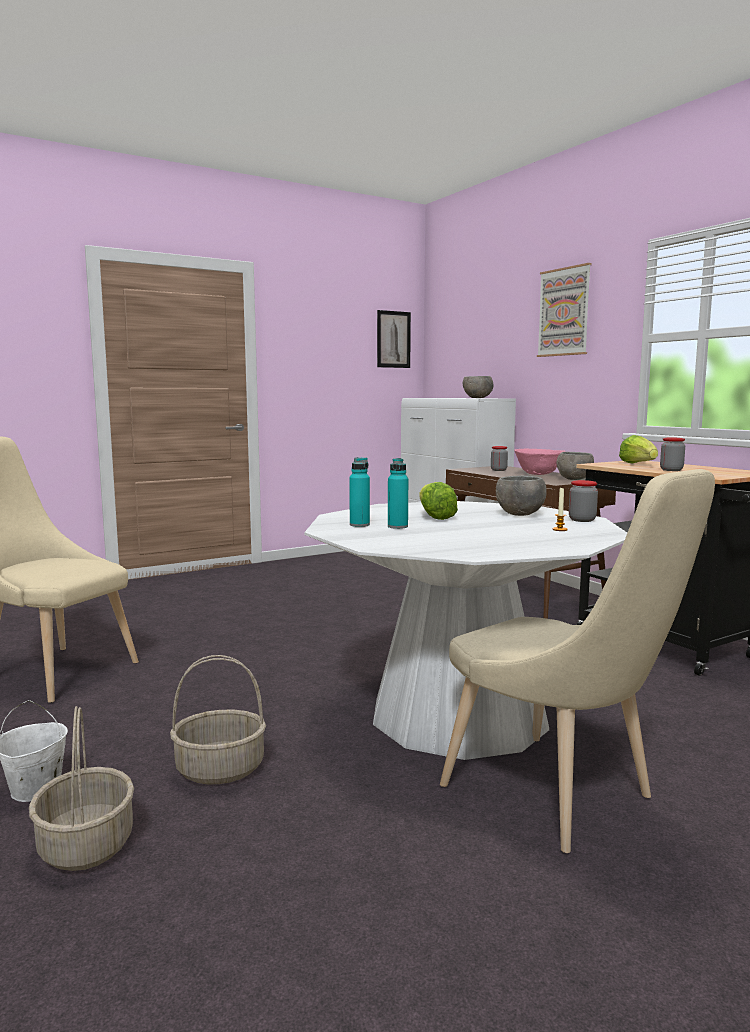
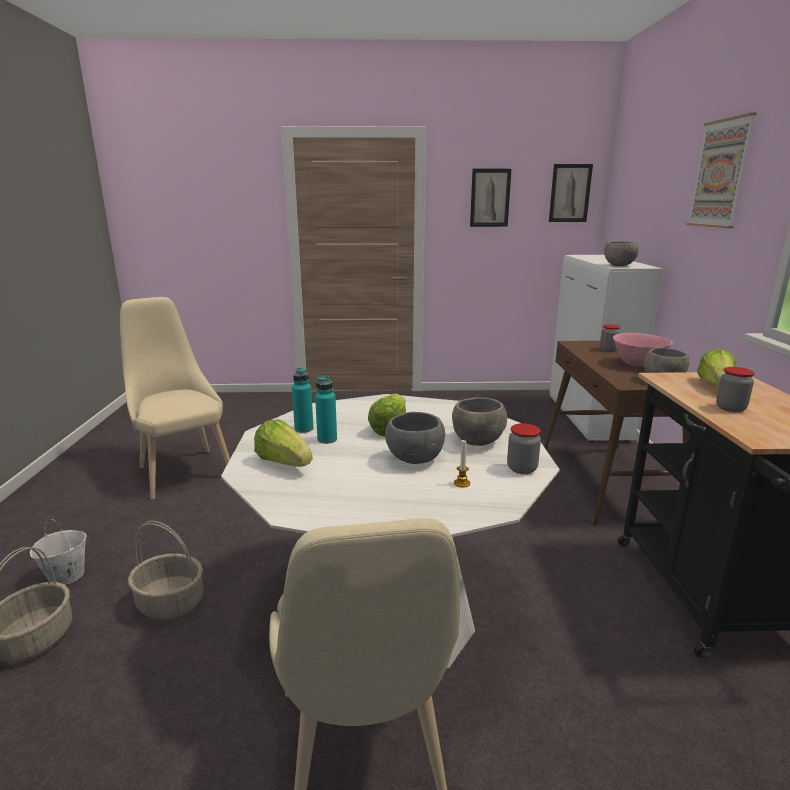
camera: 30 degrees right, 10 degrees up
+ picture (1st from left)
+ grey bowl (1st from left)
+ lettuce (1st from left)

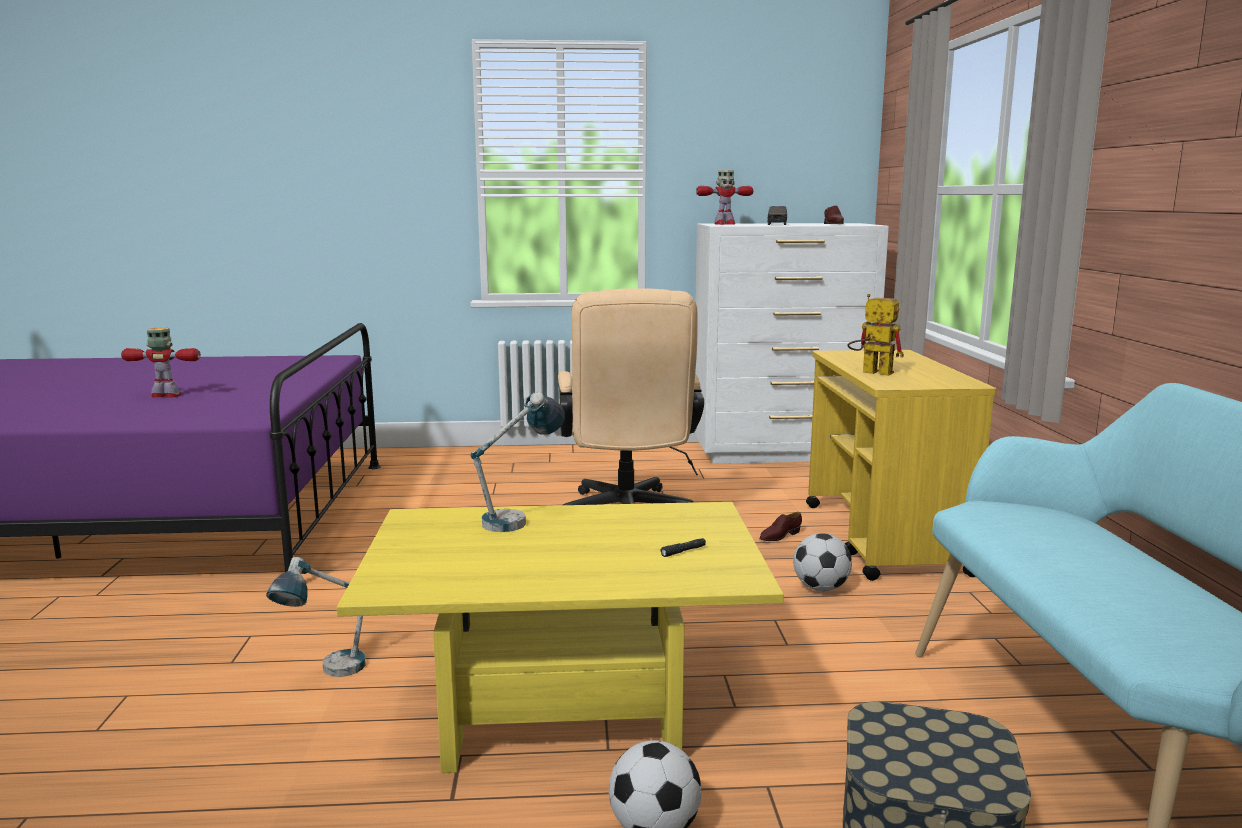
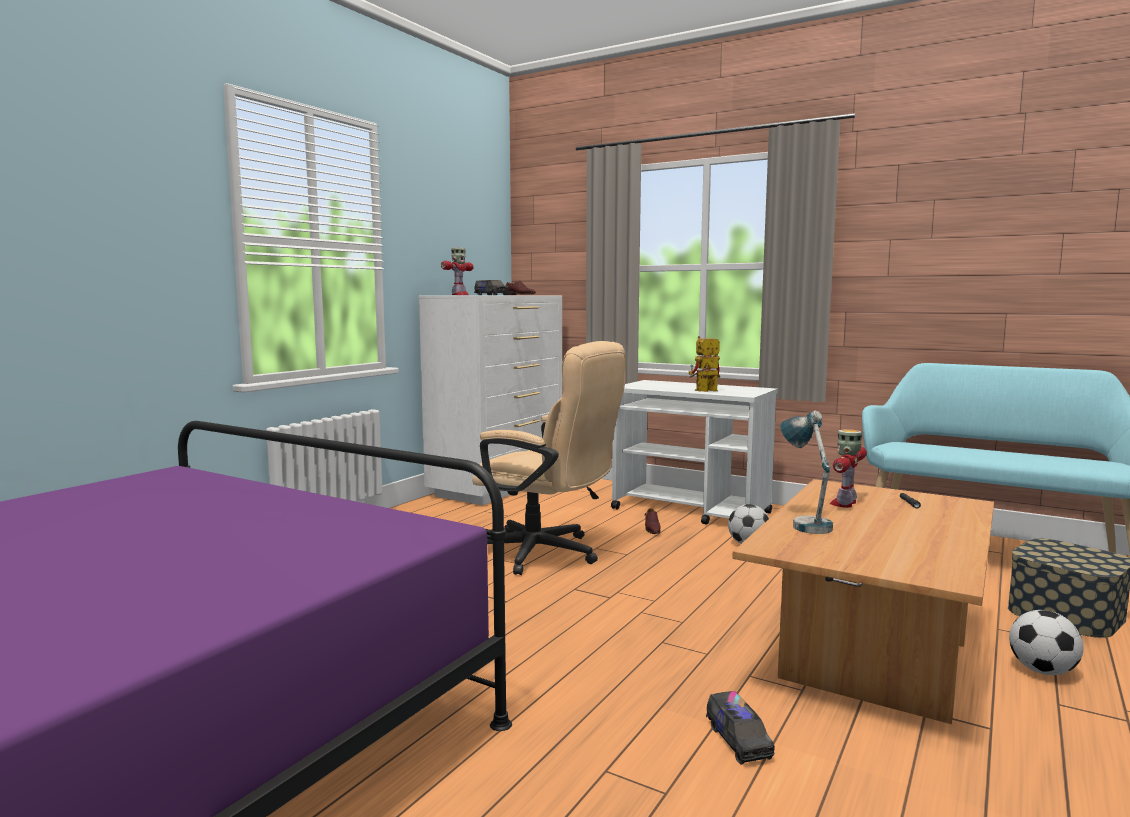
camera: 55 degrees left, 5 degrees down
~ toy robot (1st from left in the first image) to toy robot (3rd from left)
~ yellow cart to white cart
~ yellow coffee table to brown coffee table
~ table lamp (1st from left) to toy truck (2nd from left)

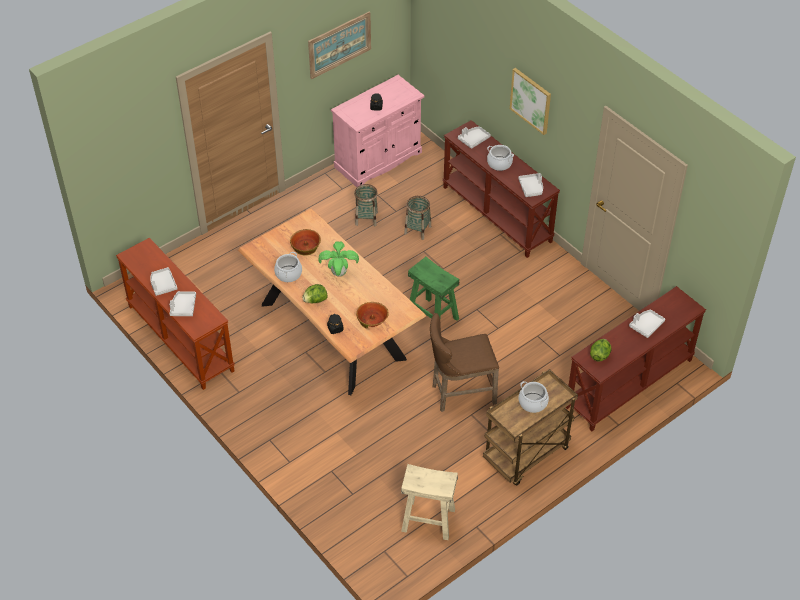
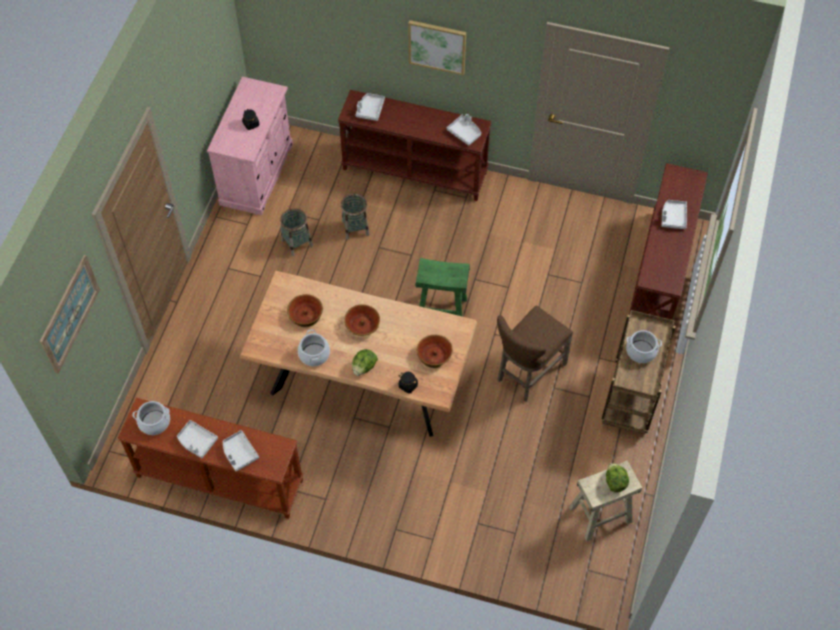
camera: 35 degrees left, 10 degrees up
~ picture (1st from left)
~ cooking pot (2nd from left in the first image) to cooking pot (1st from left)
~ potted plant to bowl (2nd from left)
~ lettuce (2nd from left)

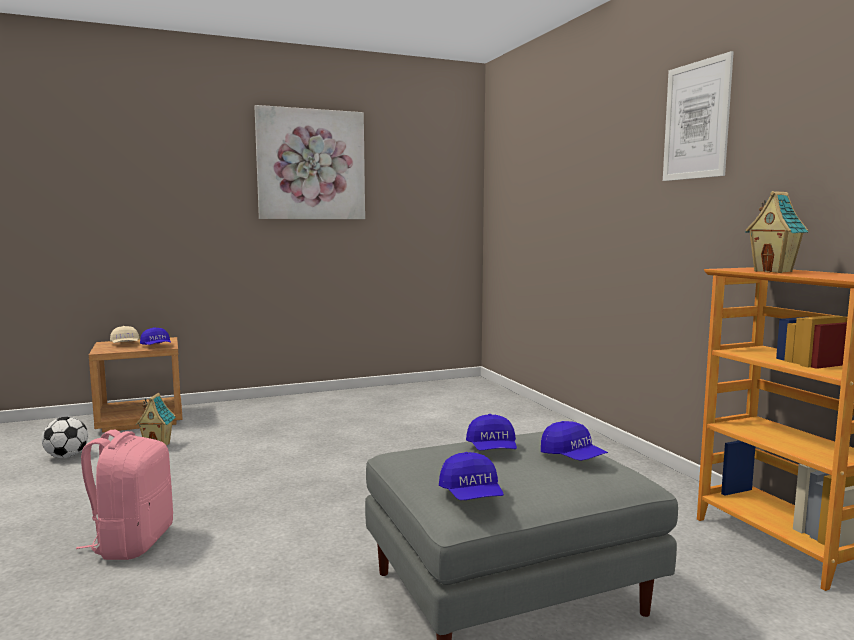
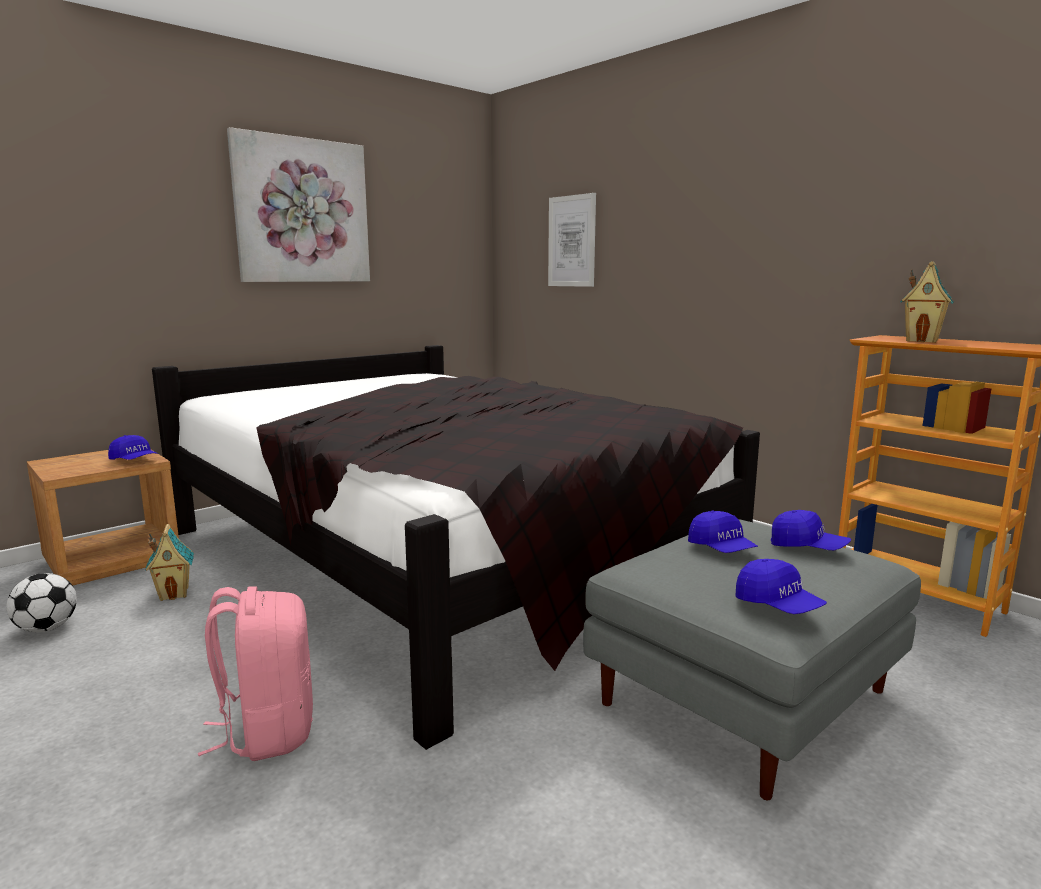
camera: 20 degrees left, 5 degrees up
~ picture (2nd from left)
- beige cap
+ black bed

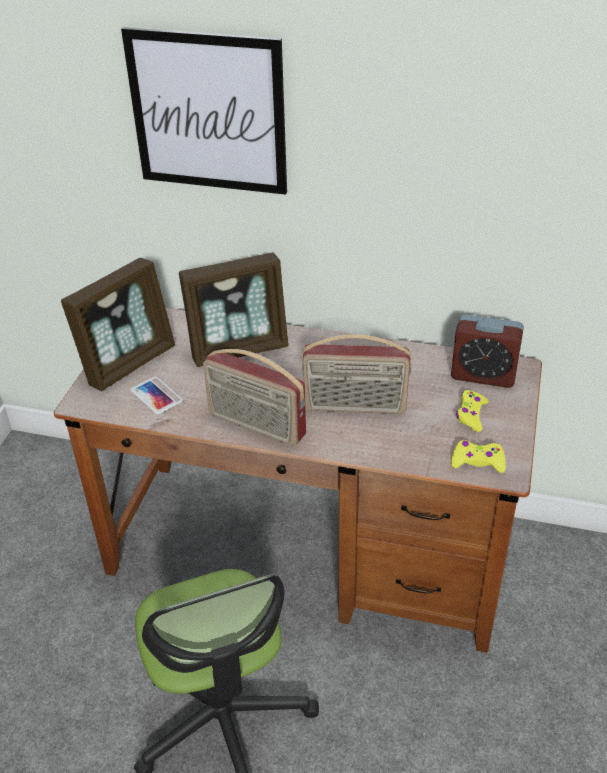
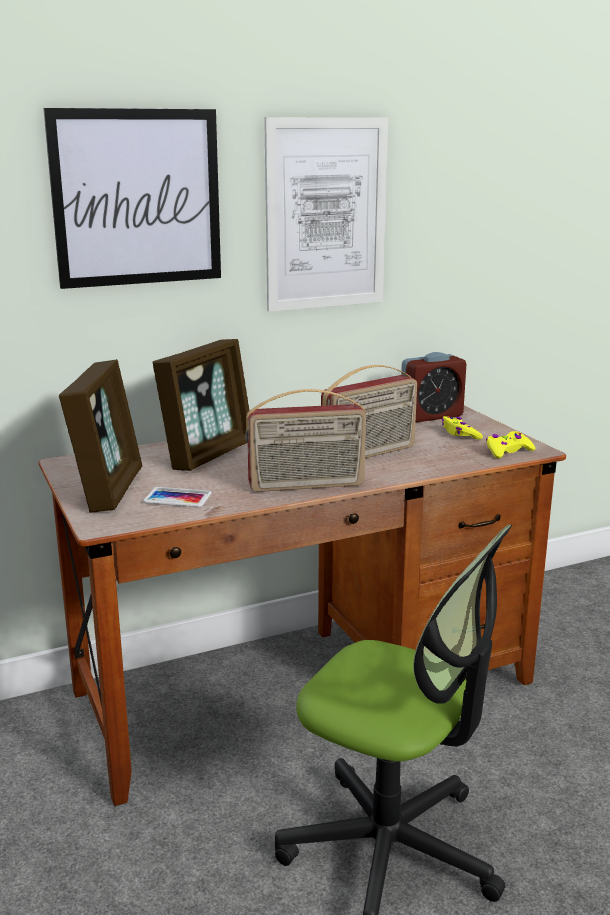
camera: 40 degrees left, 20 degrees down
+ picture (2nd from left)

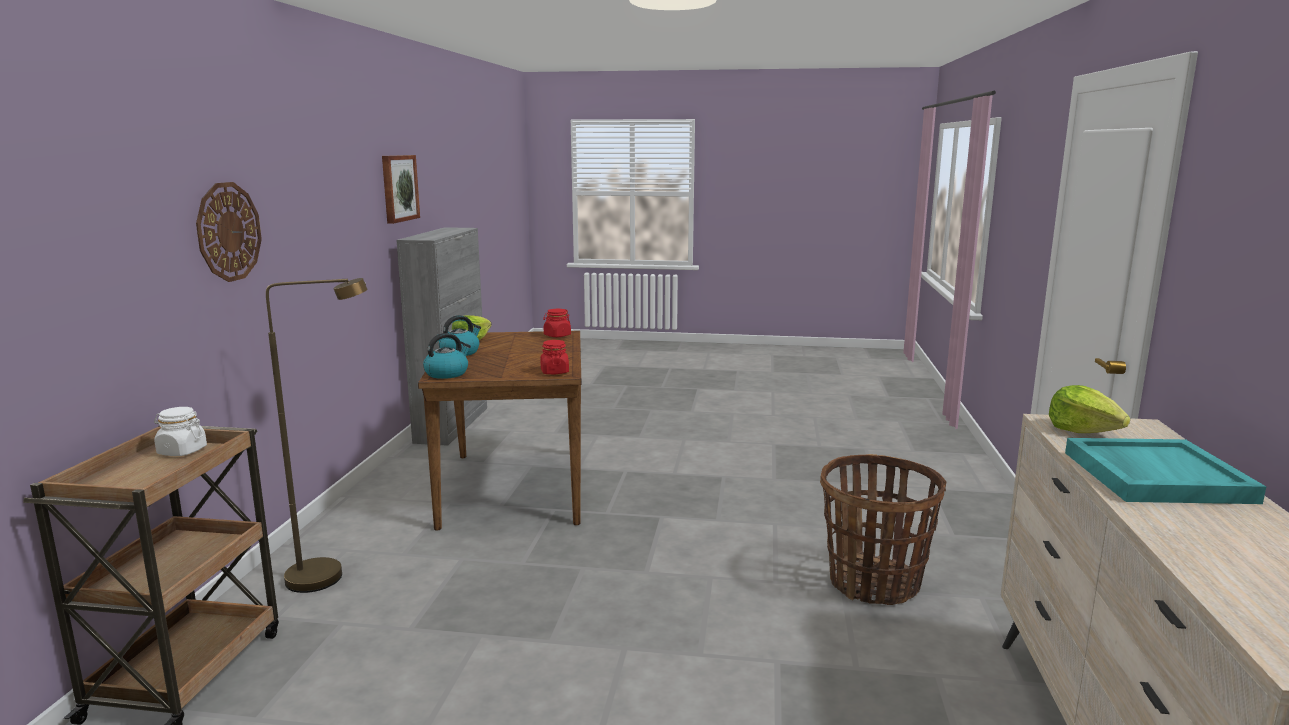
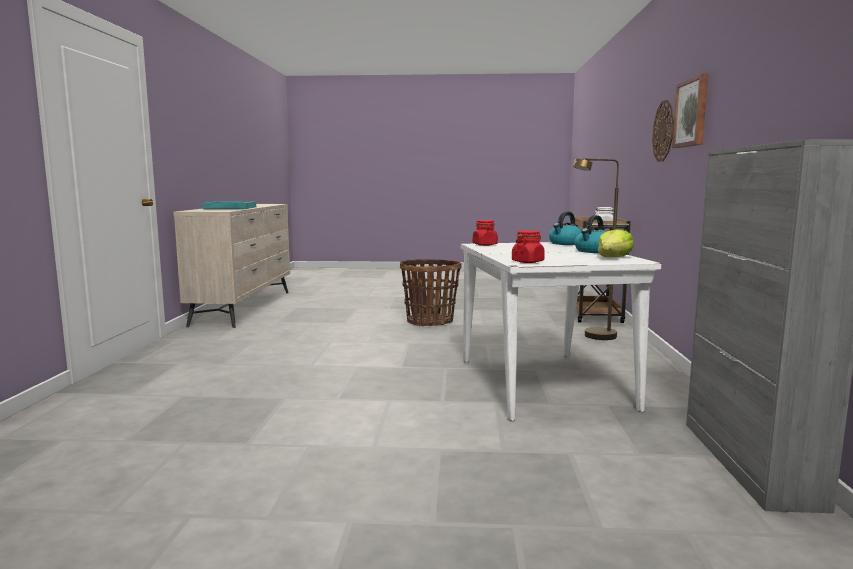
camera: 175 degrees right, 5 degrees down
~ picture
~ brown dining table to white dining table
- lettuce (2nd from left)
~ basket

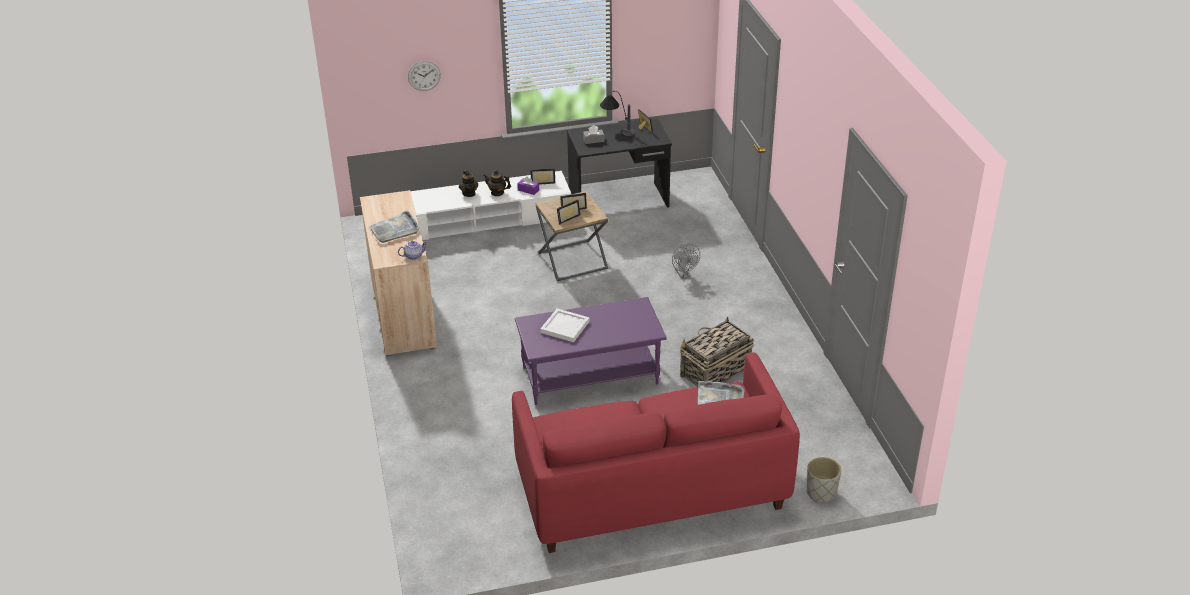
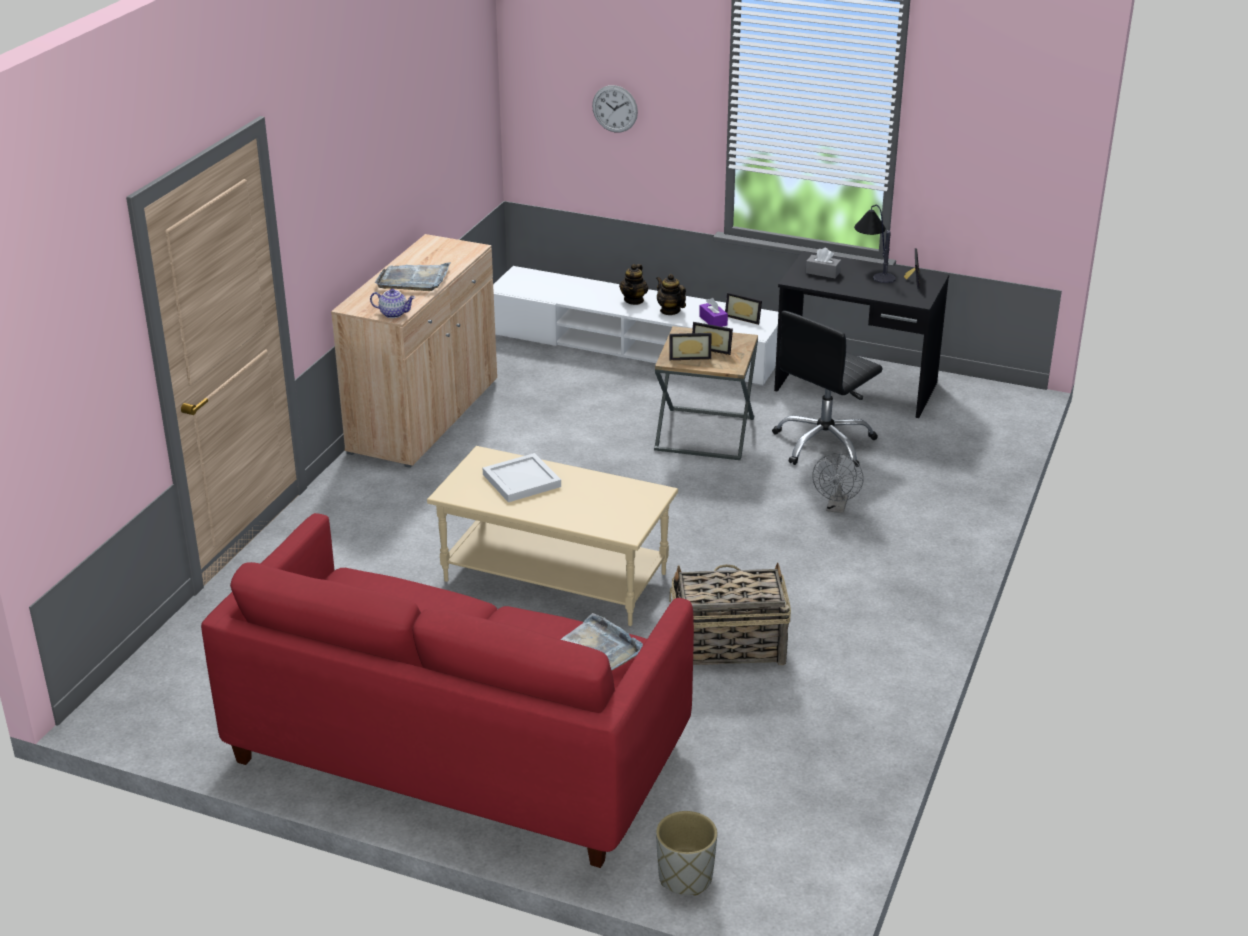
camera: 35 degrees right, 5 degrees down
~ purple coffee table to beige coffee table
+ black office chair

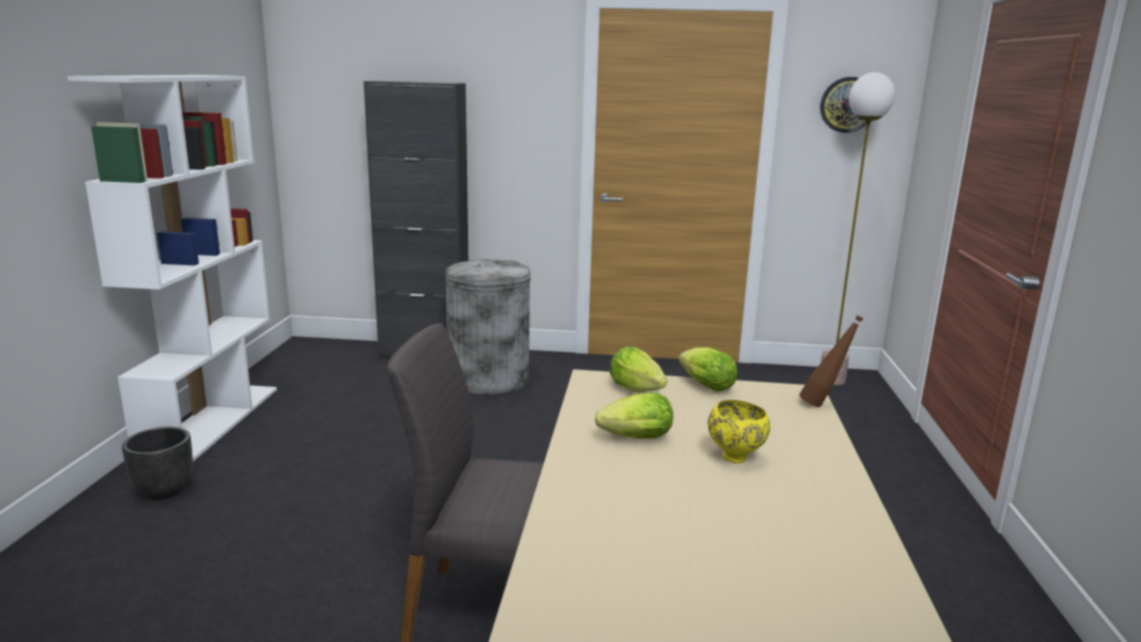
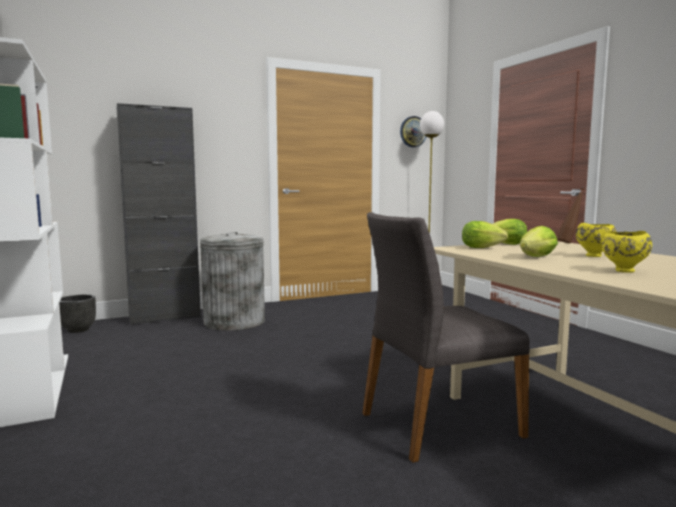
camera: 30 degrees left, 10 degrees down
~ black planter
+ yellow bowl (2nd from left)

